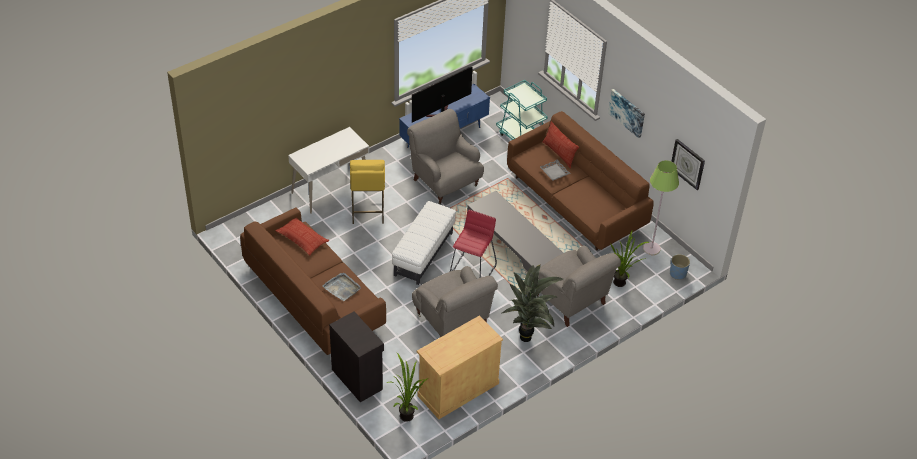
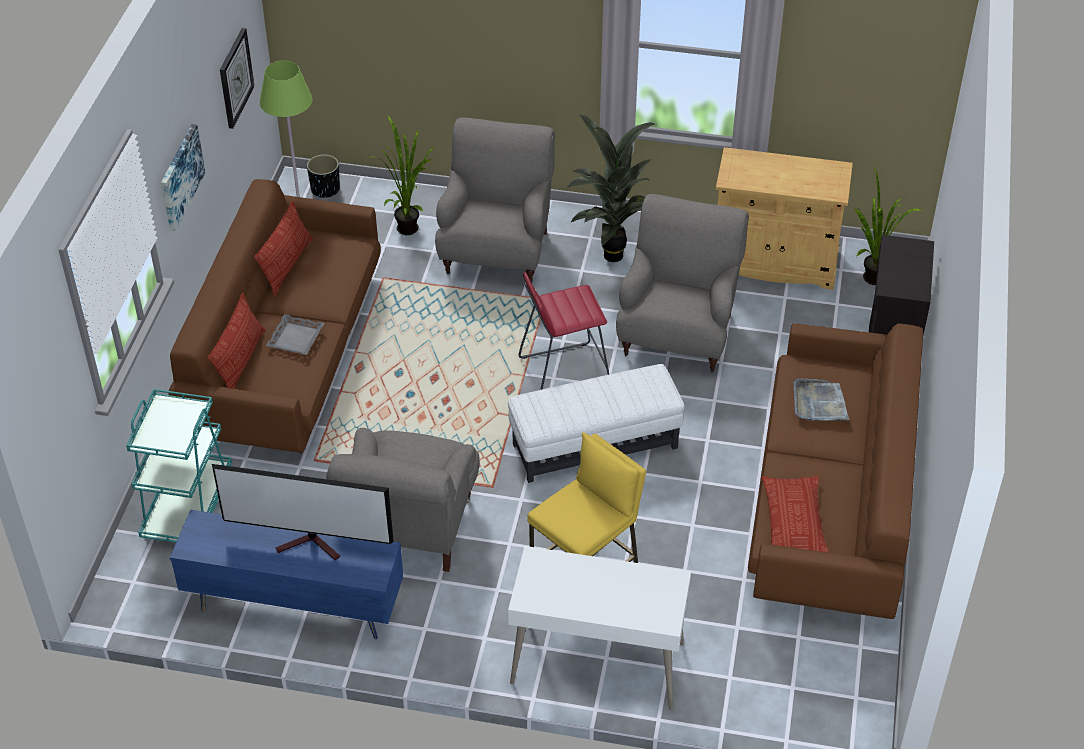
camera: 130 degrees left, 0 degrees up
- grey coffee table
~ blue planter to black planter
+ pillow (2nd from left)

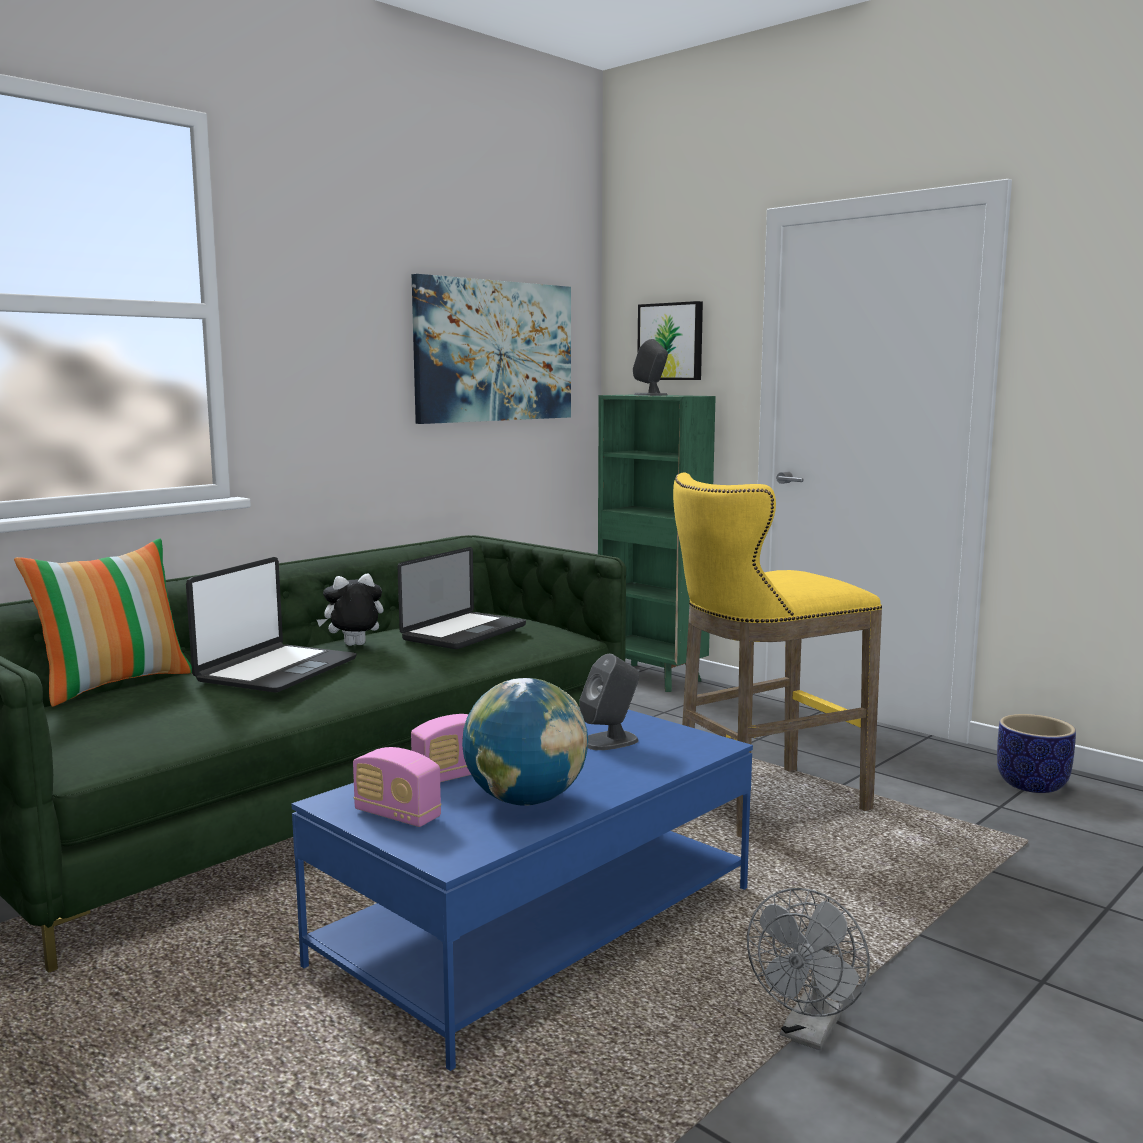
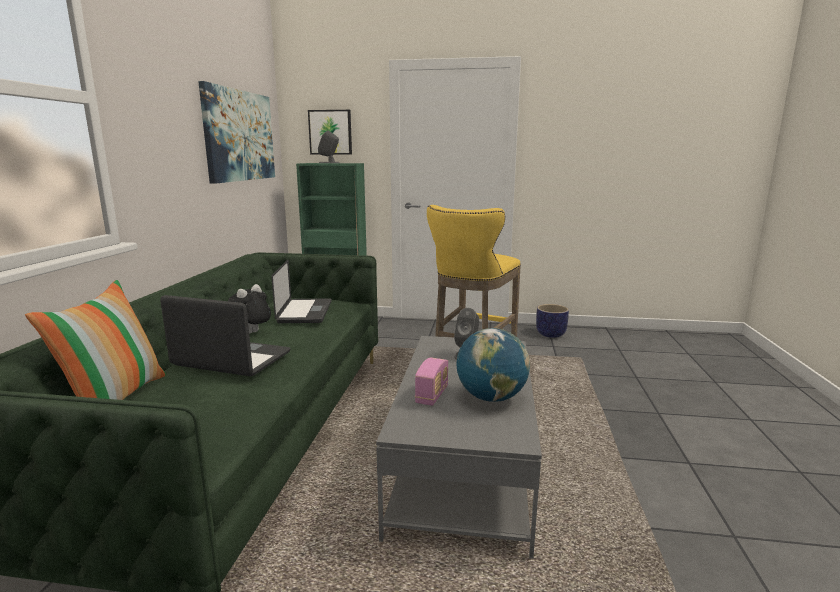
camera: 35 degrees left, 5 degrees up
~ laptop (1st from left) 60 degrees counterclockwise
~ blue coffee table to grey coffee table
- radio (1st from left)
- grey fan

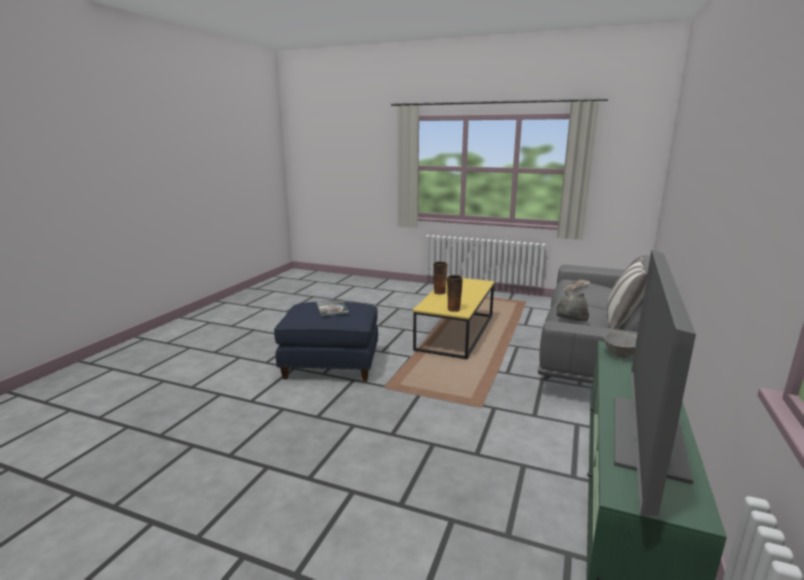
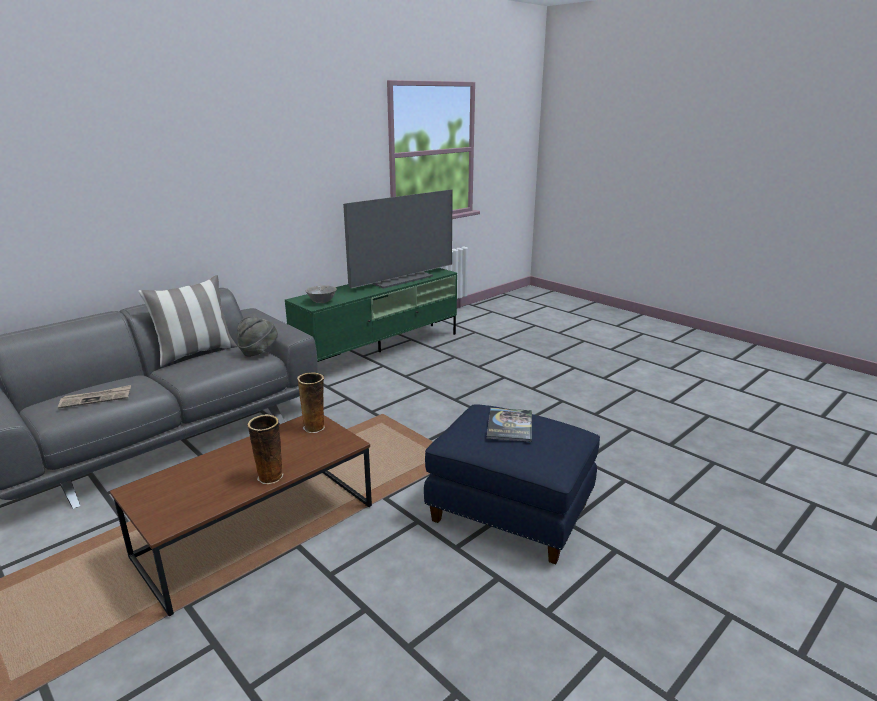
camera: 155 degrees left, 5 degrees up
~ yellow coffee table to brown coffee table

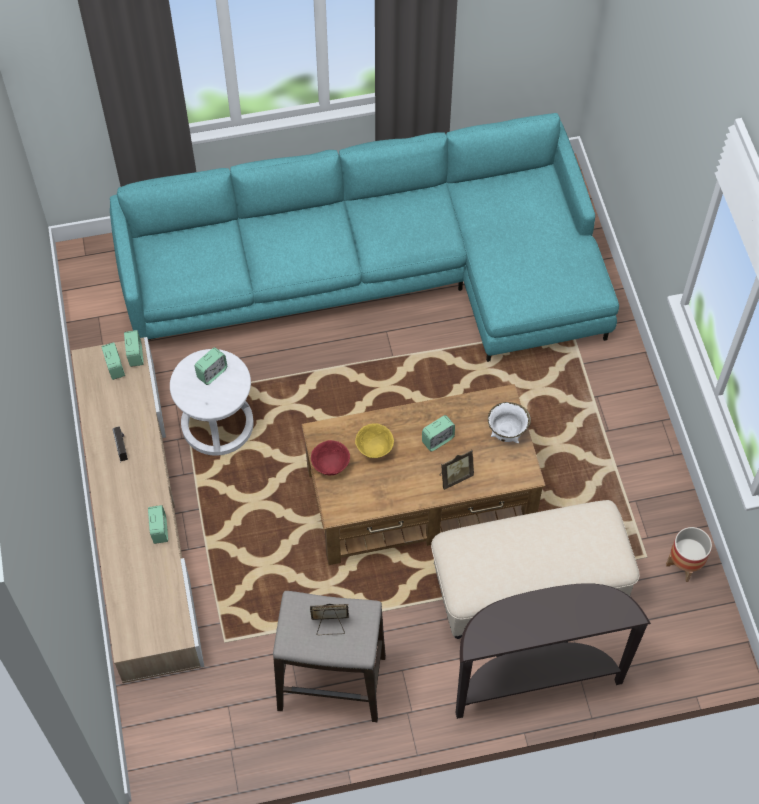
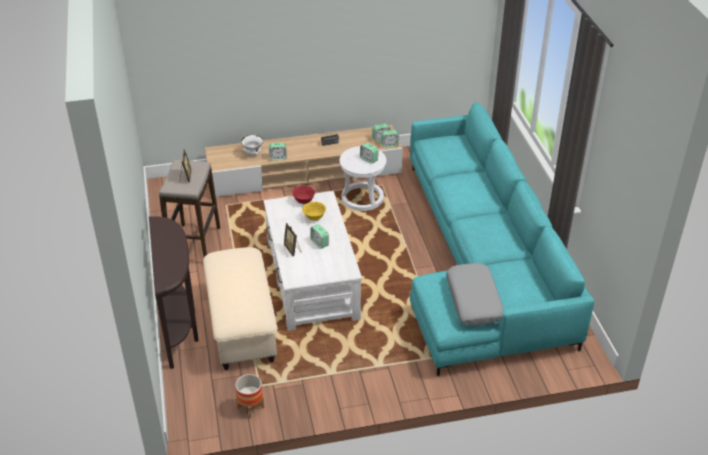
camera: 90 degrees right, 20 degrees down
~ brown coffee table to white coffee table
~ white bowl
+ grey pillow

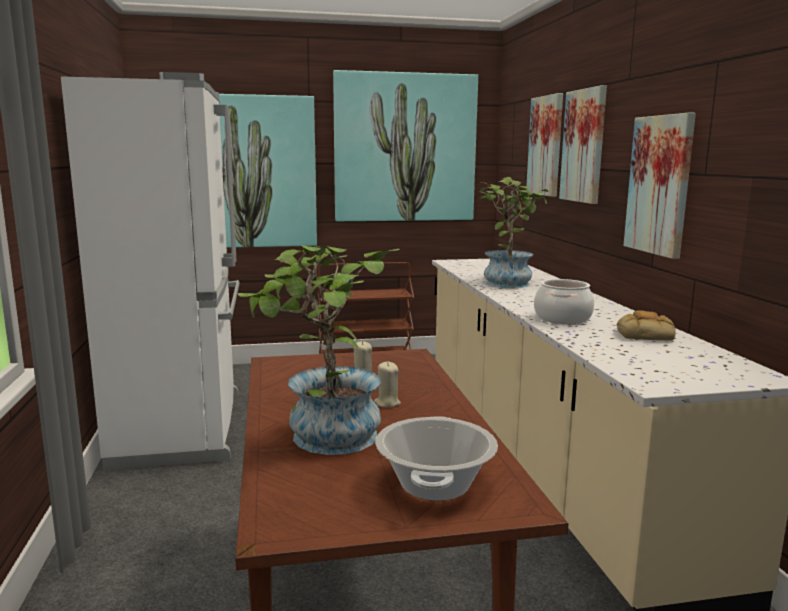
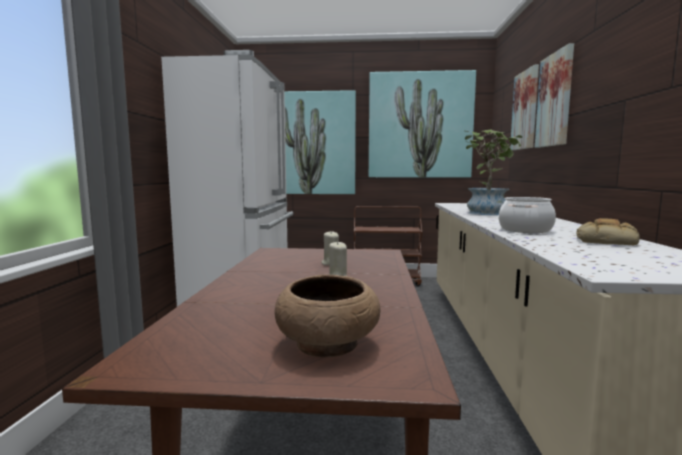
camera: 15 degrees right, 5 degrees down
- picture (5th from left)
- potted plant (1st from left)
~ cooking pot (1st from left) to brown bowl

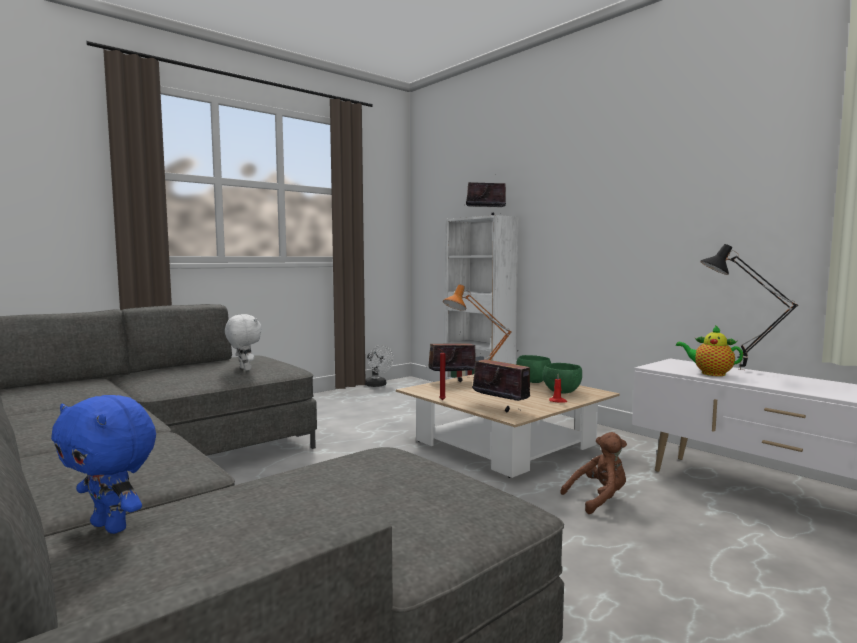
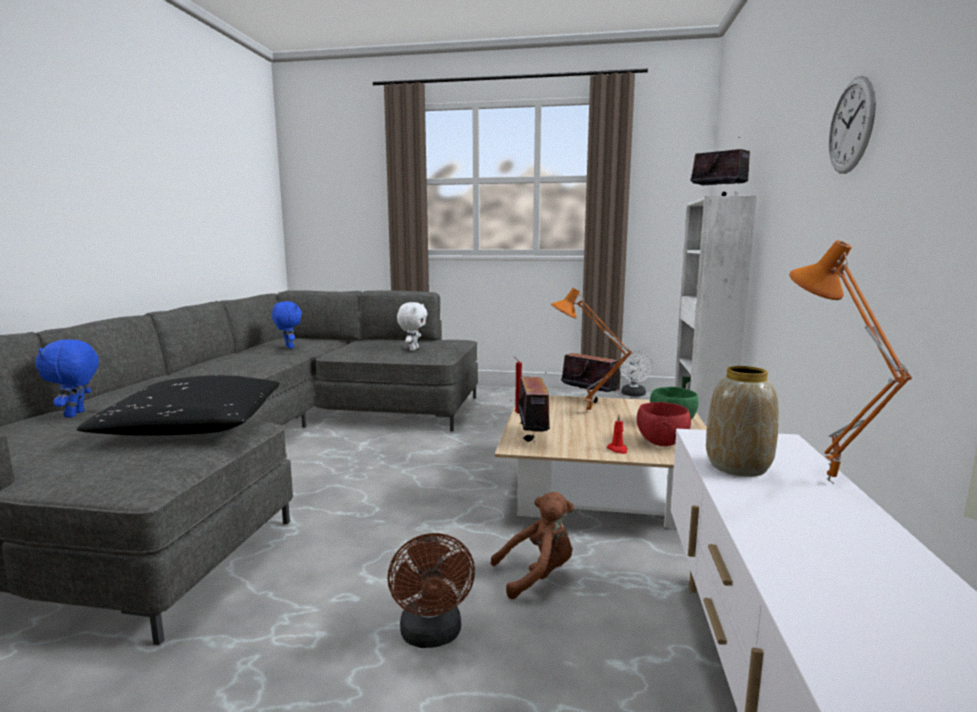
camera: 50 degrees right, 5 degrees up
~ black table lamp to orange table lamp (2nd from left)
~ teapot to vase
~ green bowl (2nd from left) to red bowl
~ brown plush toy 45 degrees counterclockwise
+ wall clock
+ blue plush toy (2nd from left)
+ black pillow
+ brown fan

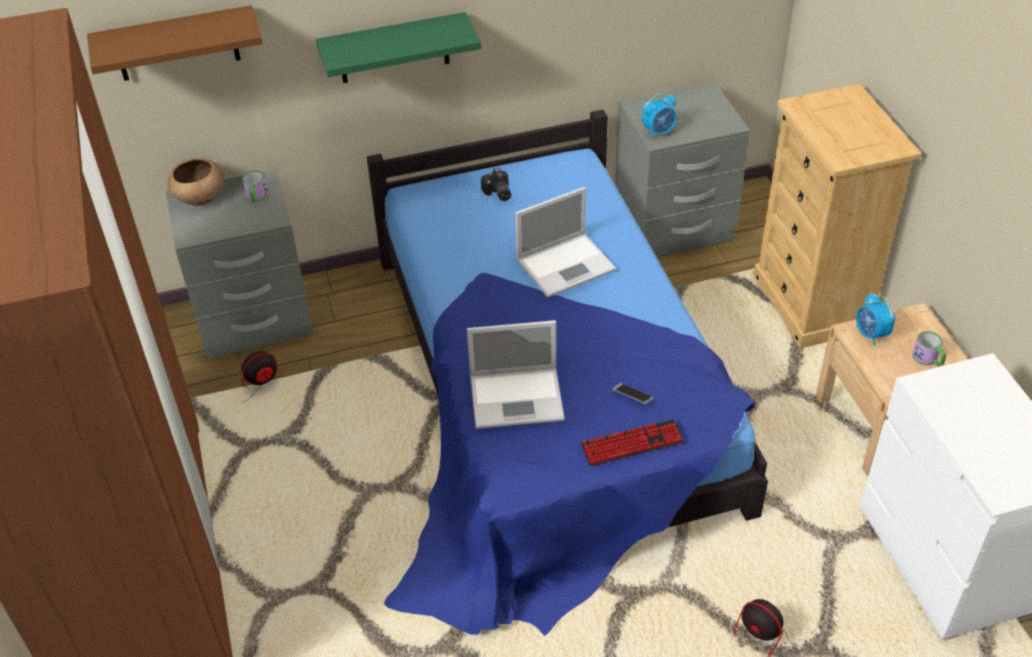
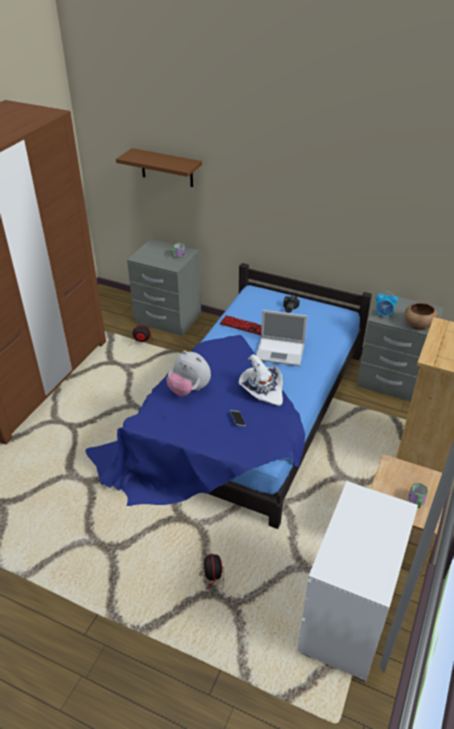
camera: 40 degrees right, 5 degrees down
- green shelf
~ brown bowl
- alarm clock (2nd from left)
~ laptop (1st from left) to plush toy
~ keyboard
+ white hat

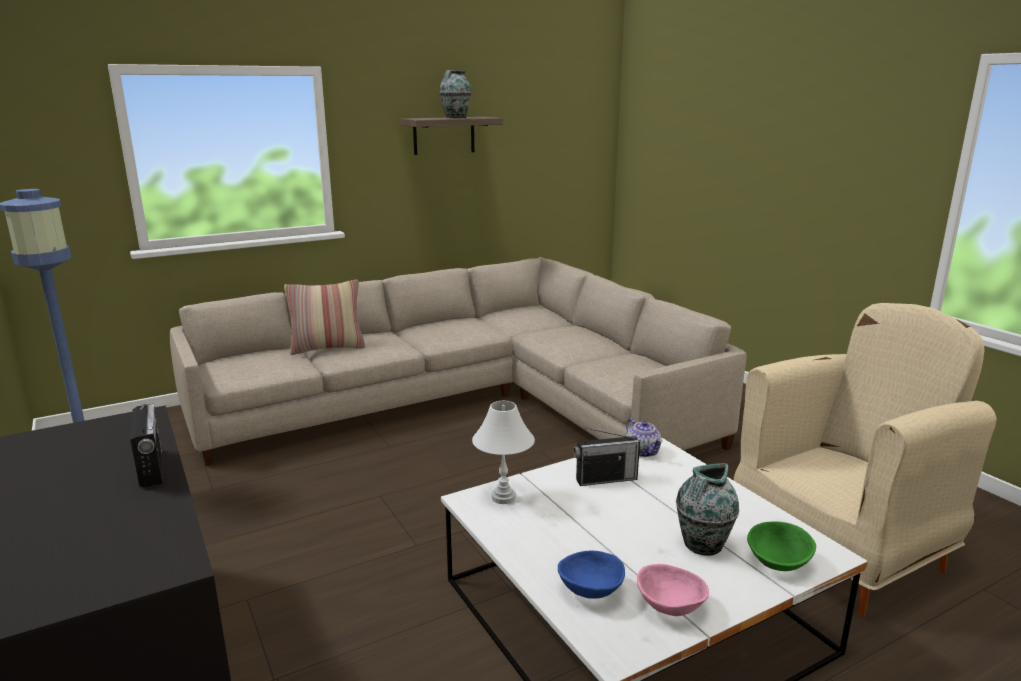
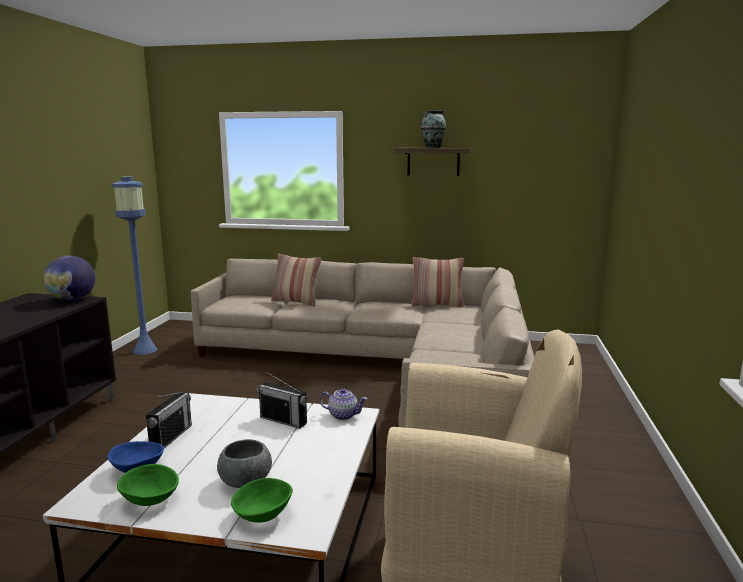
camera: 40 degrees right, 5 degrees down
- white table lamp
~ radio (1st from left)
~ teapot 90 degrees counterclockwise
~ vase (2nd from left) to grey bowl
~ pink bowl to green bowl (1st from left)
+ globe
+ pillow (2nd from left)

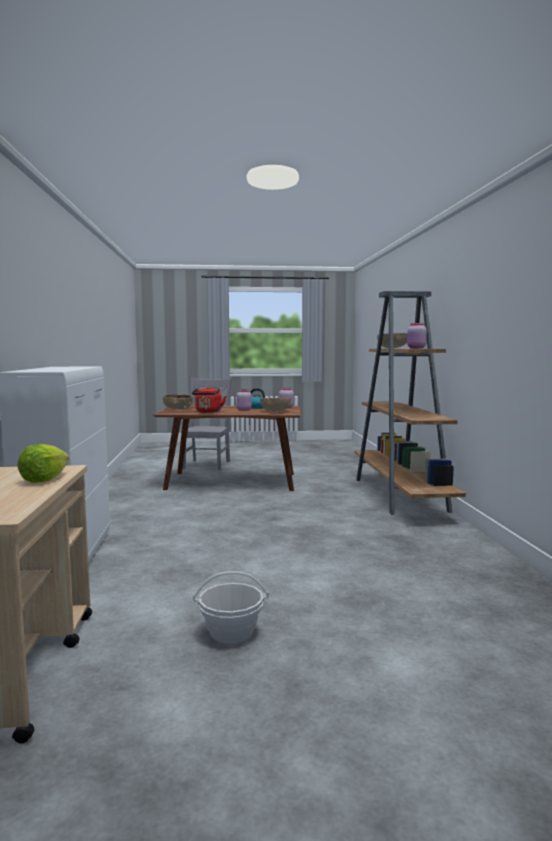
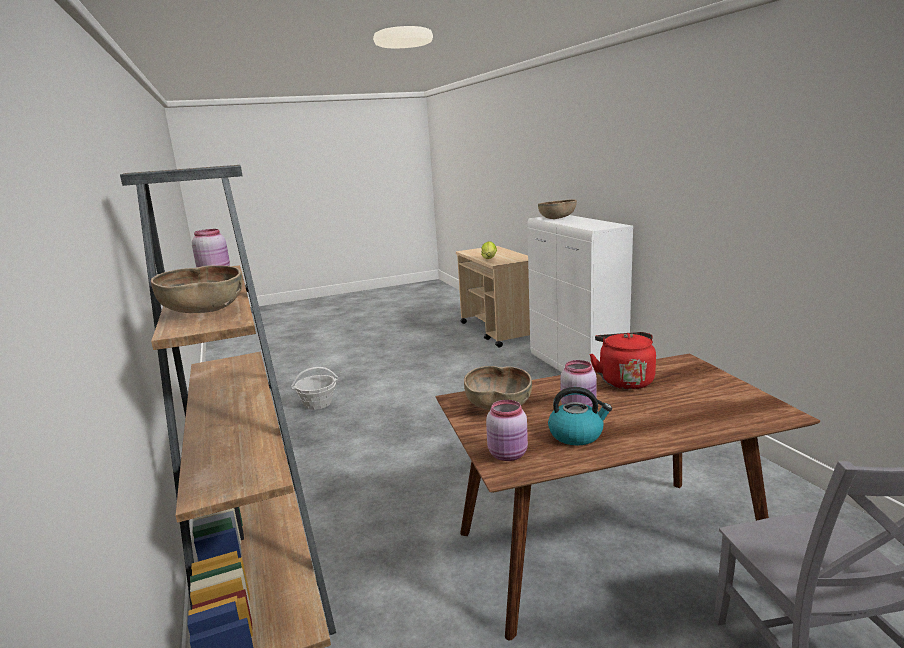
camera: 165 degrees right, 10 degrees up
~ brown bowl (1st from left in the first image) to brown bowl (3rd from left)
~ basket

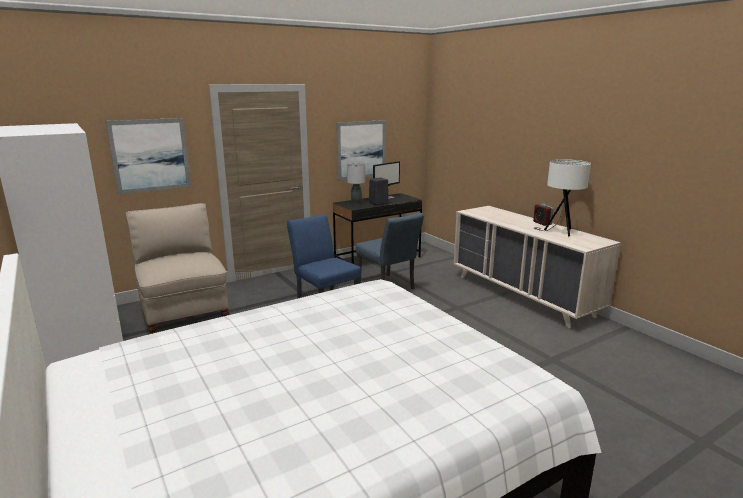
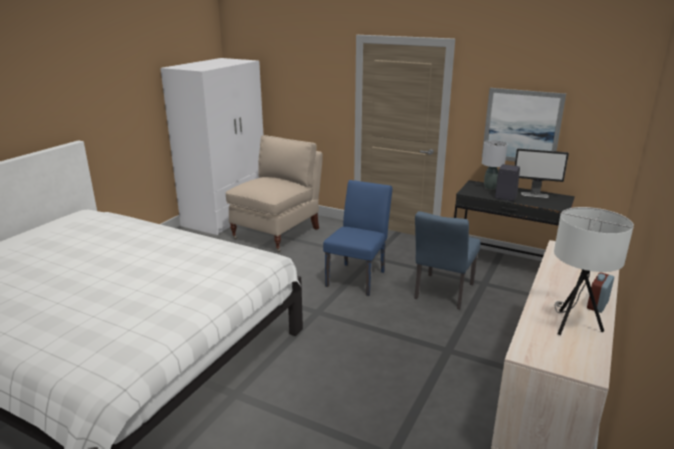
camera: 60 degrees right, 5 degrees up
- picture (1st from left)

